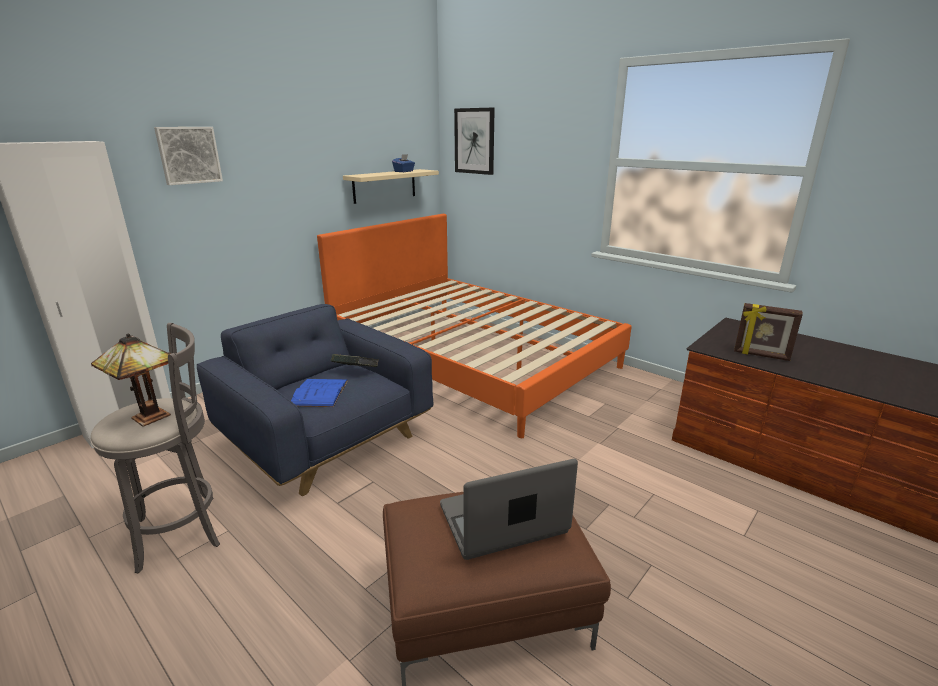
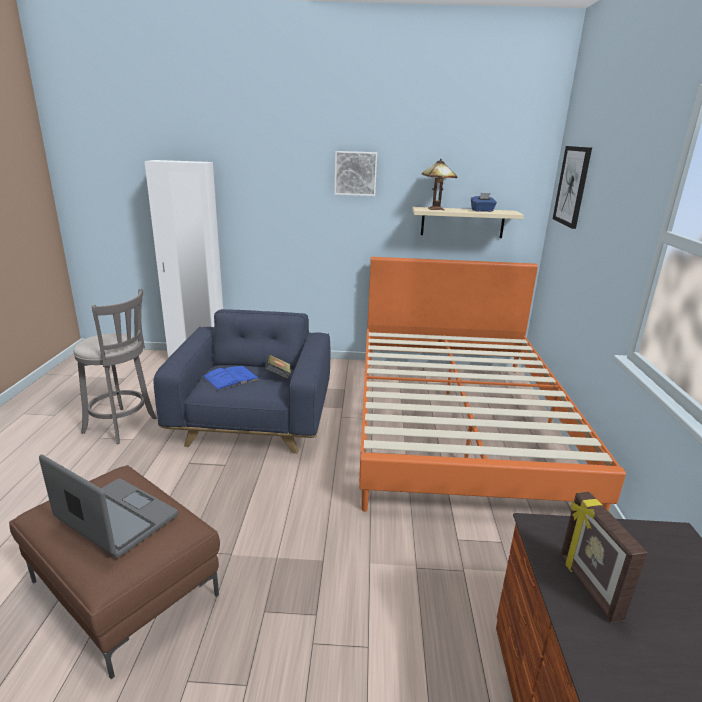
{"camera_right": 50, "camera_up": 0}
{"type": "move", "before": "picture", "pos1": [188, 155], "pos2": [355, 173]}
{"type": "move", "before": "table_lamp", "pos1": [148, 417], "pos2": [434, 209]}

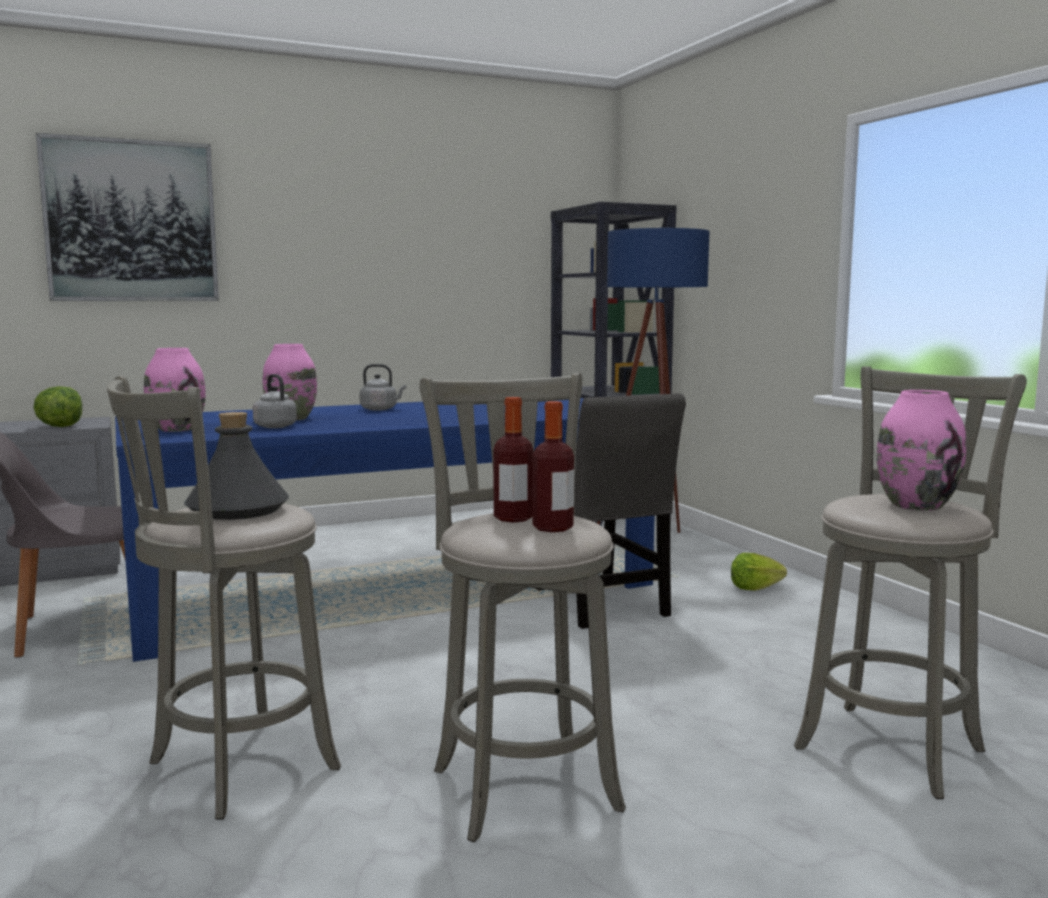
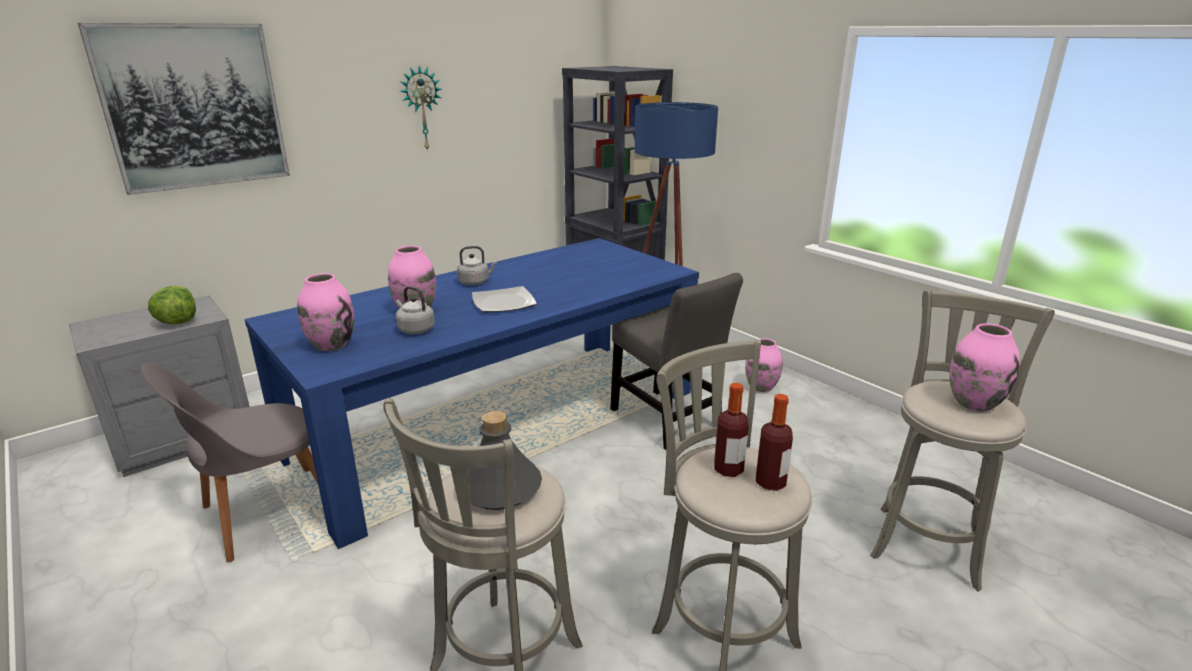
{"camera_right": -15, "camera_up": 15}
{"type": "insert", "after": "wall_clock", "pos2": [421, 109]}
{"type": "insert", "after": "plate", "pos2": [503, 302]}
{"type": "replace", "before": "lettuce", "after": "pink_vase", "pos1": [754, 588], "pos2": [760, 387]}

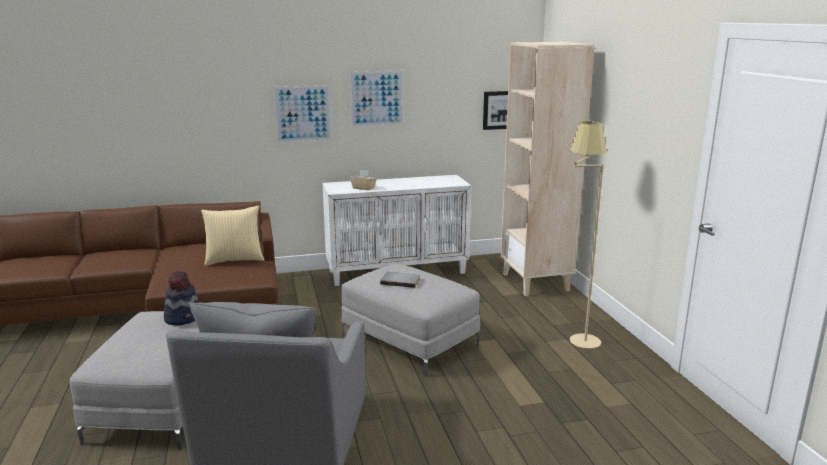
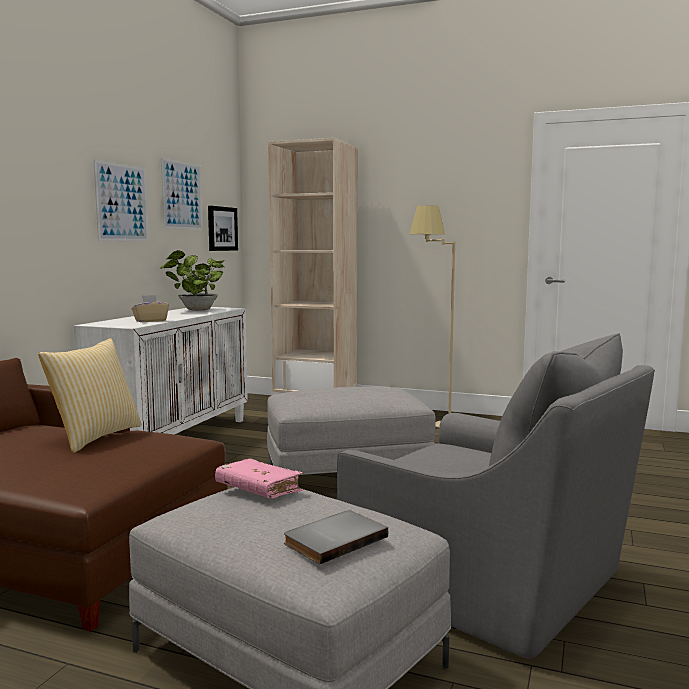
{"camera_right": -55, "camera_up": -10}
{"type": "insert", "after": "potted_plant", "pos2": [196, 310]}
{"type": "move", "before": "picture", "pos1": [303, 114], "pos2": [182, 195]}
{"type": "replace", "before": "hat", "after": "pink_book", "pos1": [184, 317], "pos2": [258, 489]}
{"type": "move", "before": "grey_book", "pos1": [401, 281], "pos2": [333, 539]}

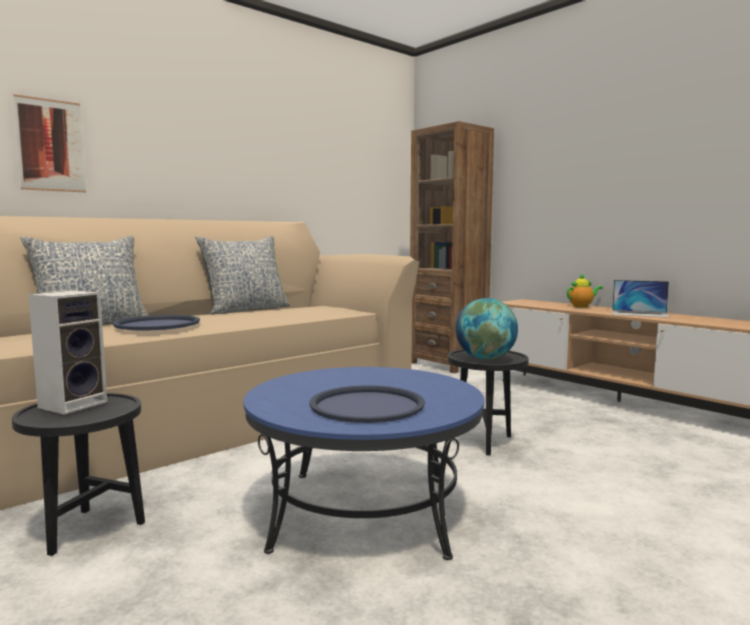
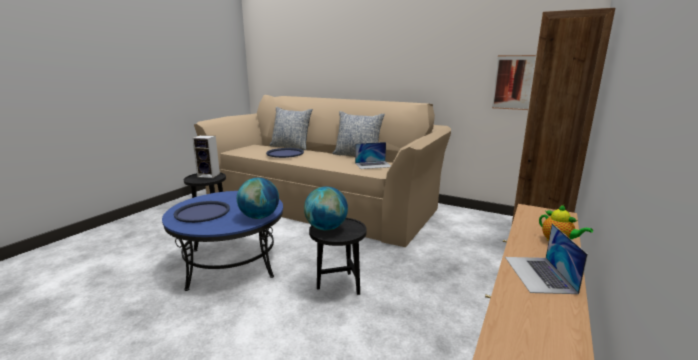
{"camera_right": 70, "camera_up": 10}
{"type": "insert", "after": "globe", "pos2": [259, 217]}
{"type": "insert", "after": "laptop", "pos2": [373, 165]}
{"type": "move", "before": "picture", "pos1": [50, 145], "pos2": [512, 82]}

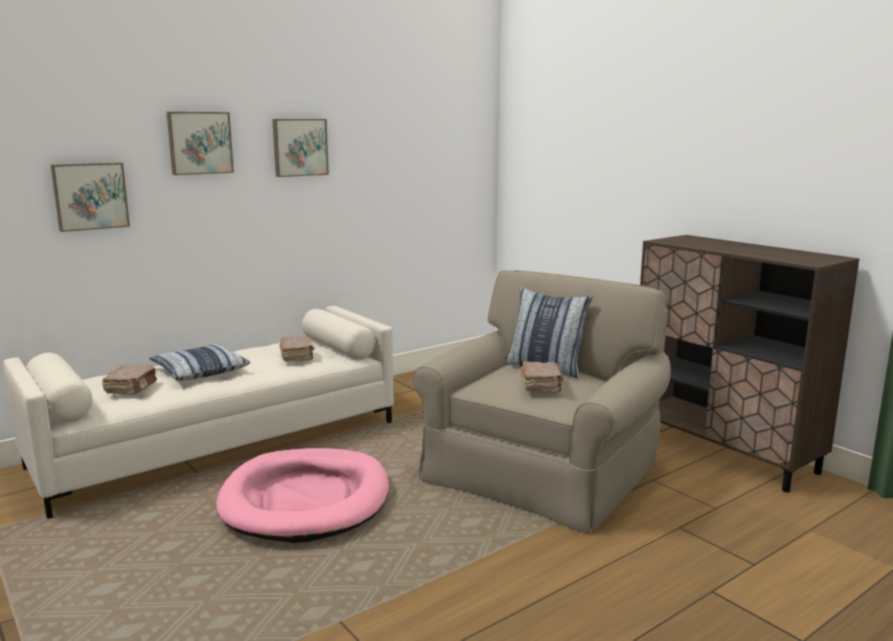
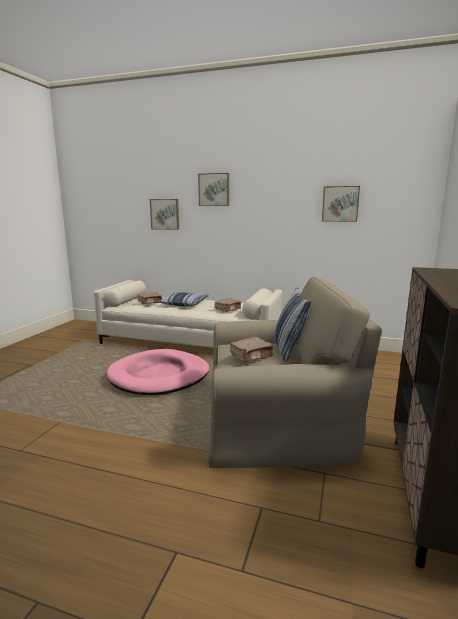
{"camera_right": 55, "camera_up": 0}
{"type": "move", "before": "picture", "pos1": [299, 147], "pos2": [340, 204]}

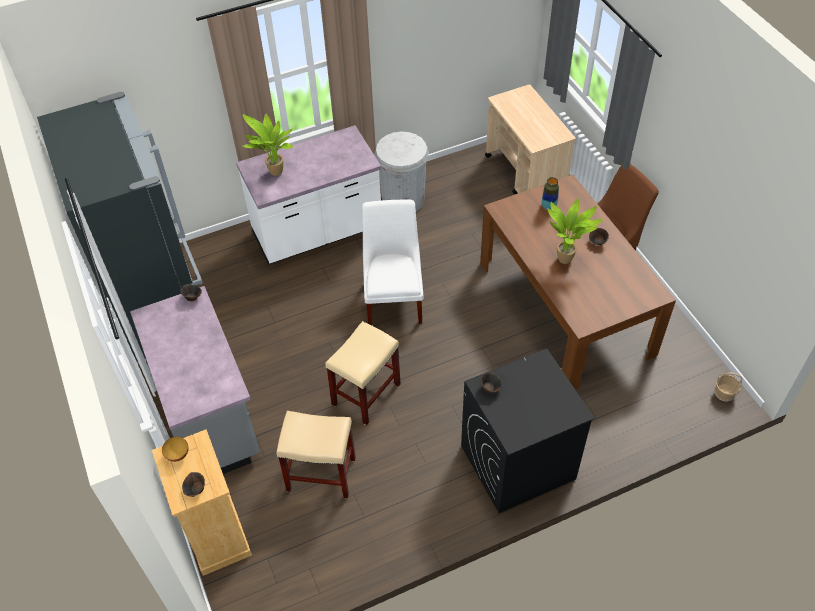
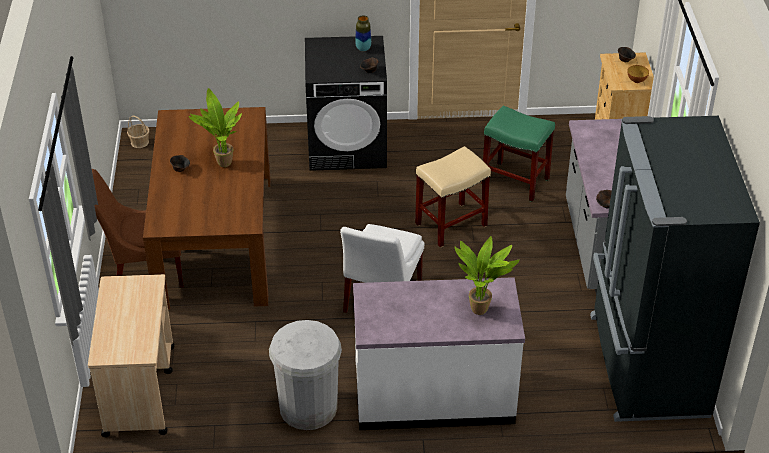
{"camera_right": -160, "camera_up": -10}
{"type": "move", "before": "vase", "pos1": [548, 206], "pos2": [363, 48]}
{"type": "recolor", "before": "beige_stool", "after": "green_stool", "pos1": [320, 474], "pos2": [516, 181]}

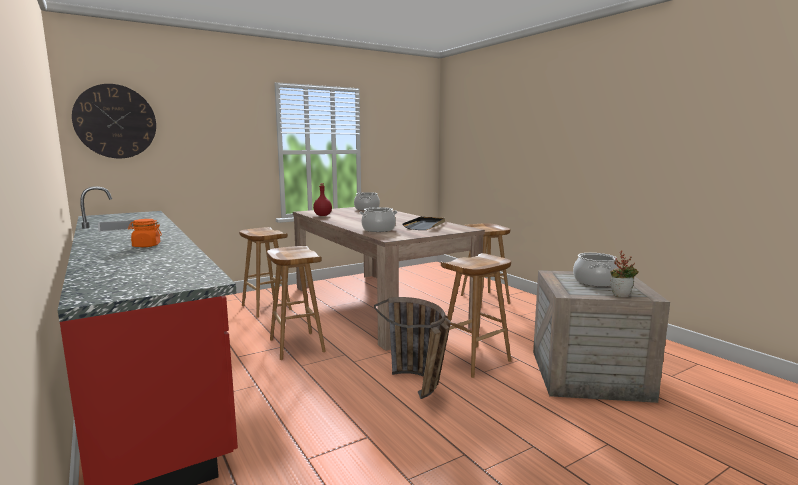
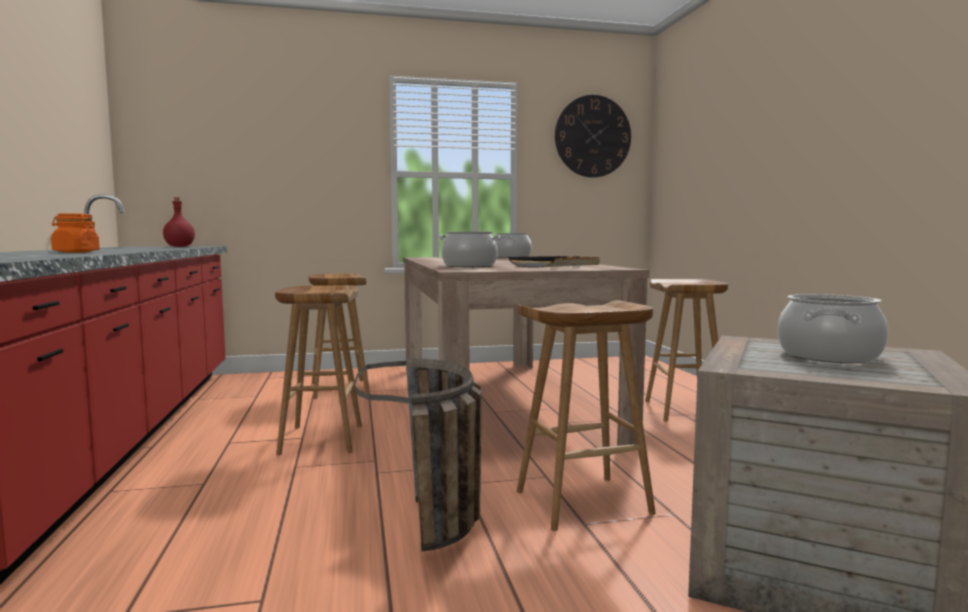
{"camera_right": 20, "camera_up": -5}
{"type": "move", "before": "red_bottle", "pos1": [322, 215], "pos2": [179, 246]}
{"type": "move", "before": "wall_clock", "pos1": [115, 121], "pos2": [592, 136]}
{"type": "delete", "before": "potted_plant", "pos1": [621, 295]}

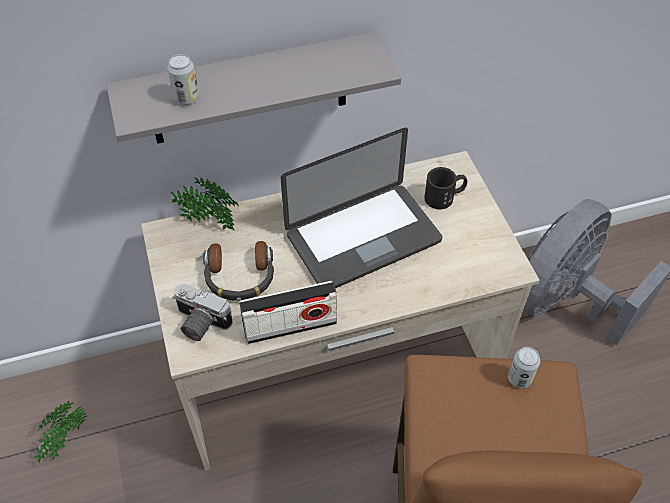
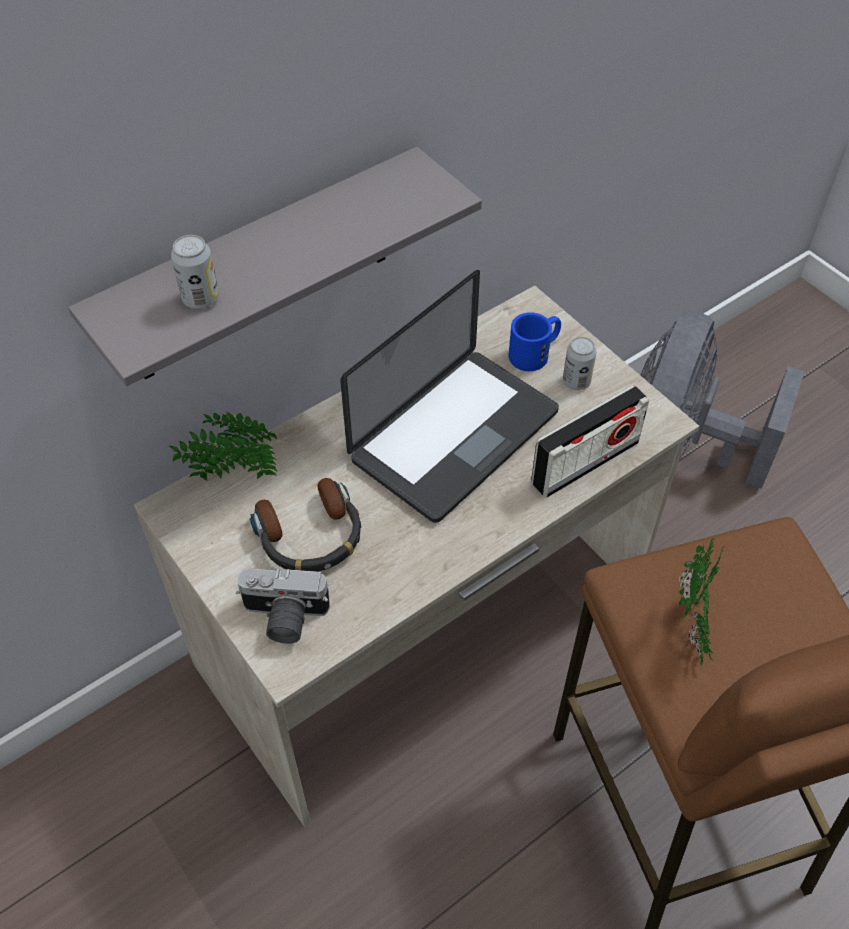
{"camera_right": -20, "camera_up": 0}
{"type": "recolor", "before": "black_mug", "after": "blue_mug", "pos1": [444, 197], "pos2": [535, 352]}
{"type": "move", "before": "radio", "pos1": [290, 326], "pos2": [585, 462]}
{"type": "move", "before": "can", "pos1": [519, 378], "pos2": [576, 381]}
{"type": "move", "before": "potted_plant", "pos1": [64, 441], "pos2": [691, 627]}

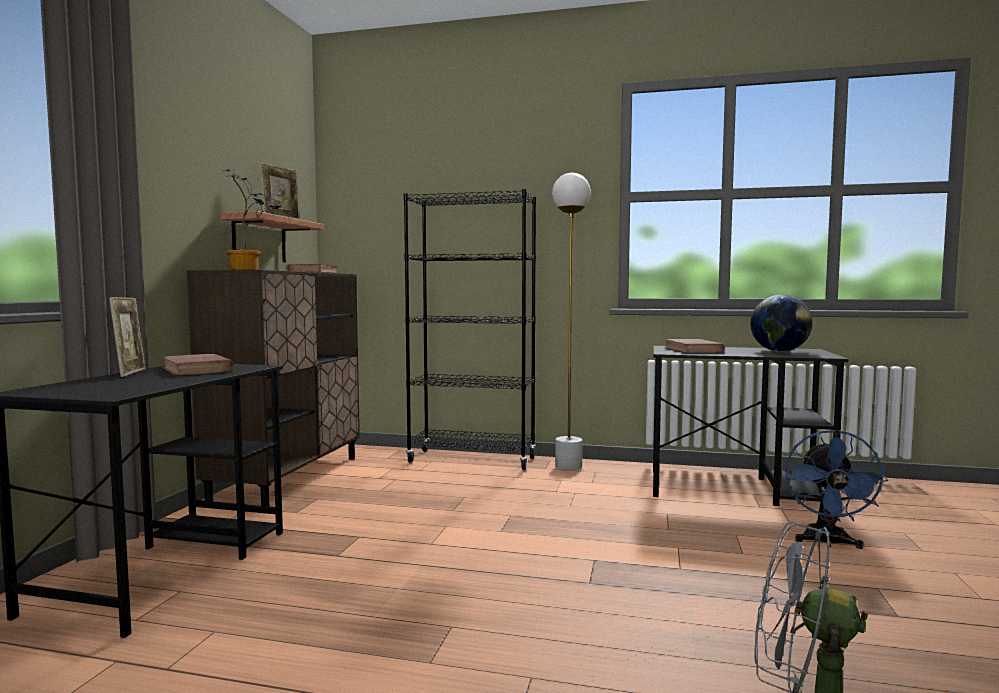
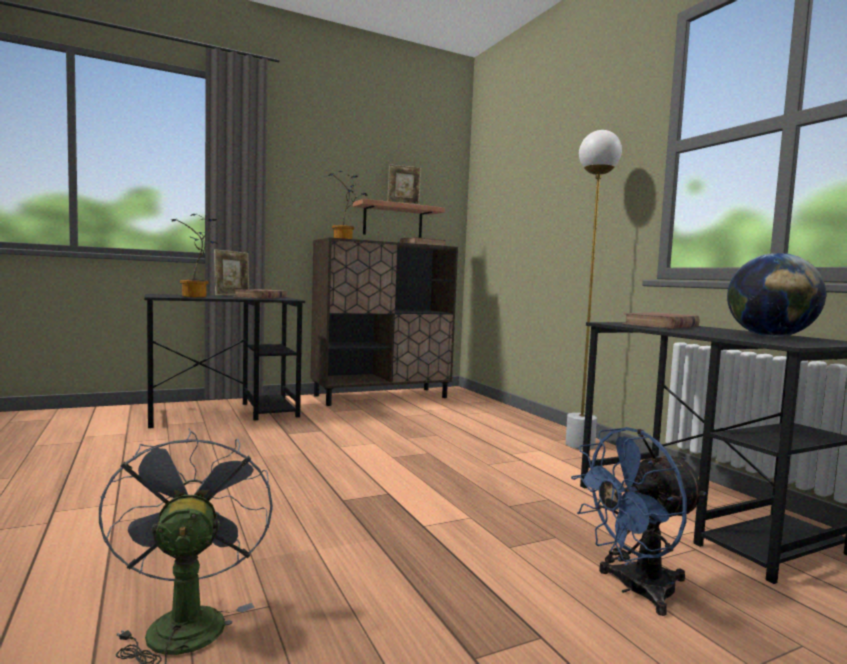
{"camera_right": 50, "camera_up": 0}
{"type": "insert", "after": "potted_plant", "pos2": [196, 296]}
{"type": "delete", "before": "black_bookcase", "pos1": [472, 460]}

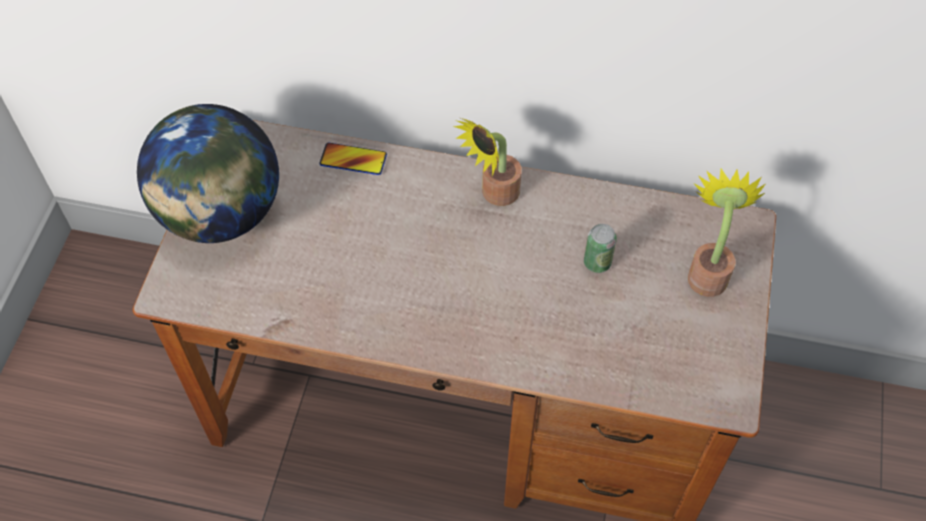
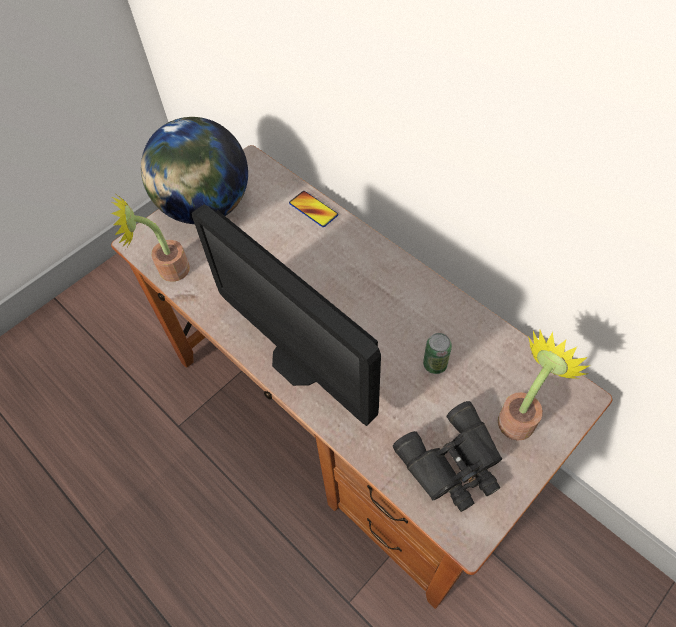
{"camera_right": 35, "camera_up": 0}
{"type": "move", "before": "potted_plant", "pos1": [494, 195], "pos2": [167, 270]}
{"type": "insert", "after": "monitor", "pos2": [300, 360]}
{"type": "insert", "after": "black_binoculars", "pos2": [454, 464]}

